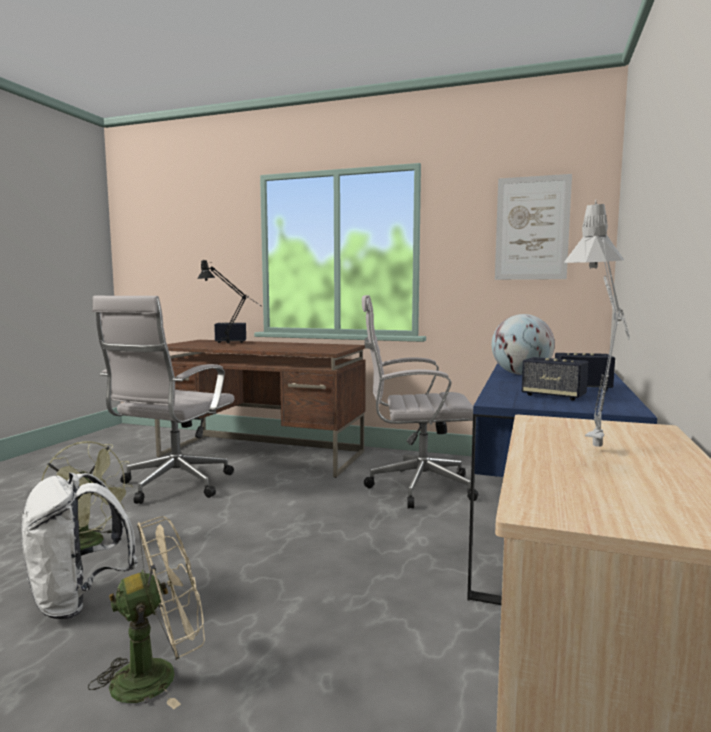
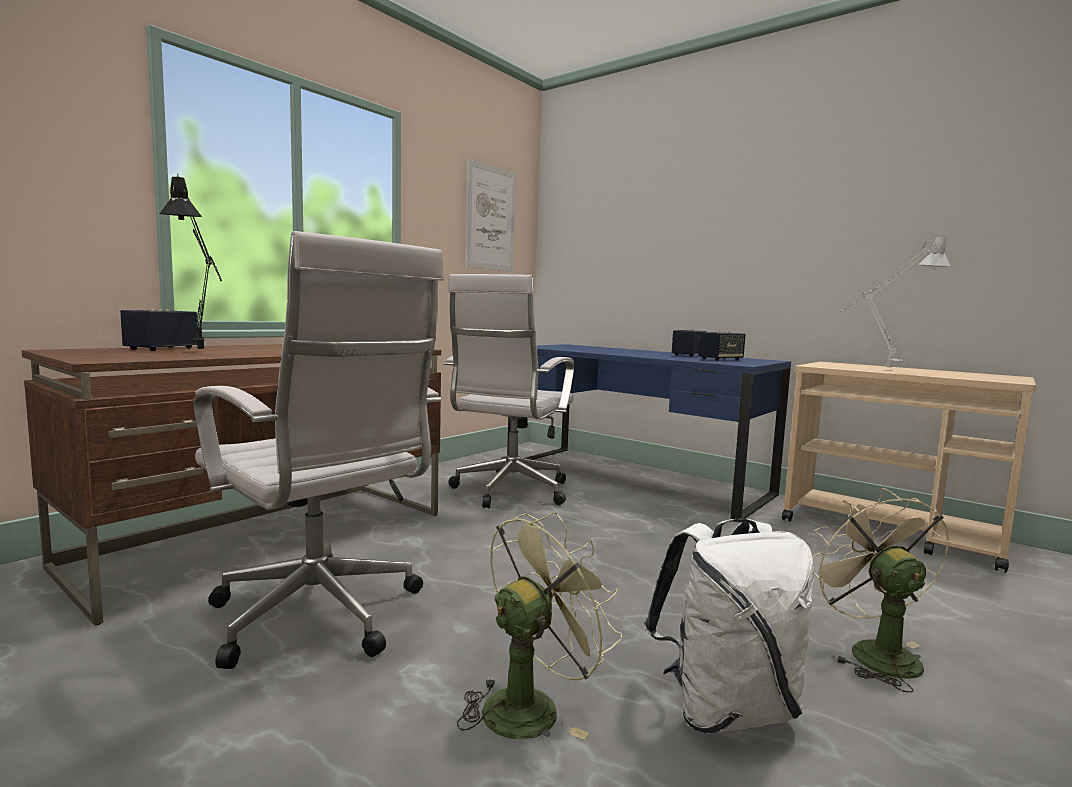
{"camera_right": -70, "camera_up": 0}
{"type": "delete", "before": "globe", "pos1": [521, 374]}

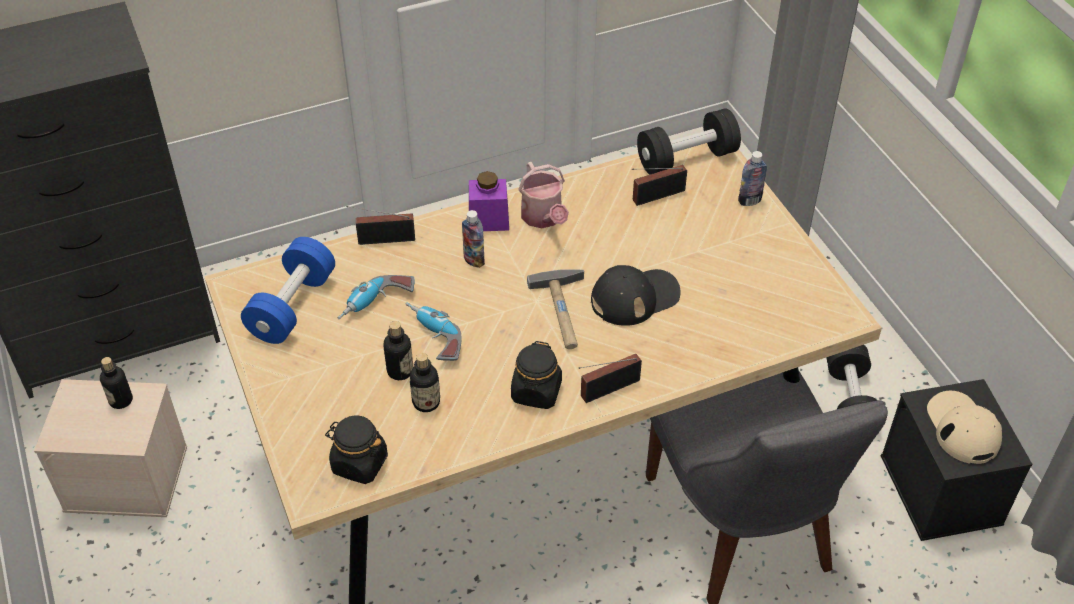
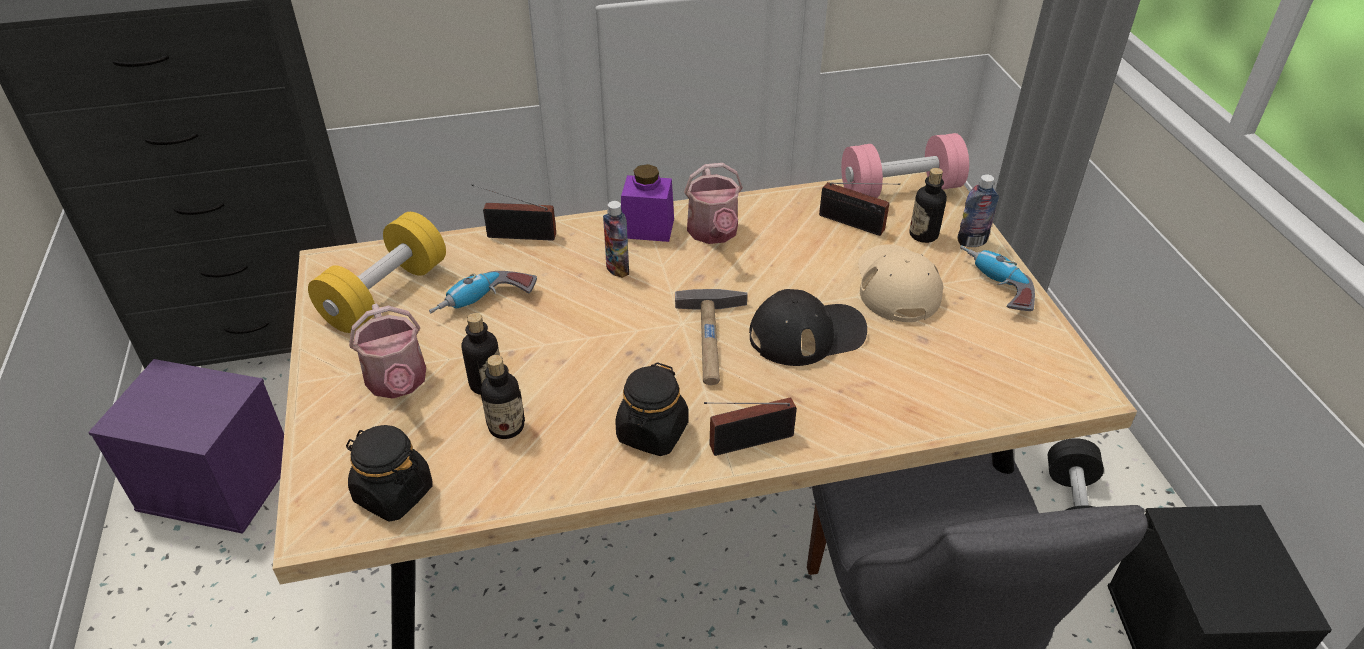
{"camera_right": 10, "camera_up": -5}
{"type": "recolor", "before": "beige_storage_box", "after": "purple_storage_box", "pos1": [128, 477], "pos2": [219, 482]}
{"type": "recolor", "before": "blue_dumbbell", "after": "yellow_dumbbell", "pos1": [292, 306], "pos2": [385, 294]}
{"type": "insert", "after": "watering_can", "pos2": [398, 383]}
{"type": "rotate", "before": "radio", "pos1": [655, 196], "pos2": [855, 224], "turn": -135}
{"type": "recolor", "before": "black_dumbbell", "after": "pink_dumbbell", "pos1": [686, 158], "pos2": [900, 190]}
{"type": "move", "before": "beige_cap", "pos1": [962, 428], "pos2": [896, 285]}
{"type": "move", "before": "bottle", "pos1": [121, 400], "pos2": [923, 235]}
{"type": "move", "before": "power_drill", "pos1": [433, 337], "pos2": [993, 287]}

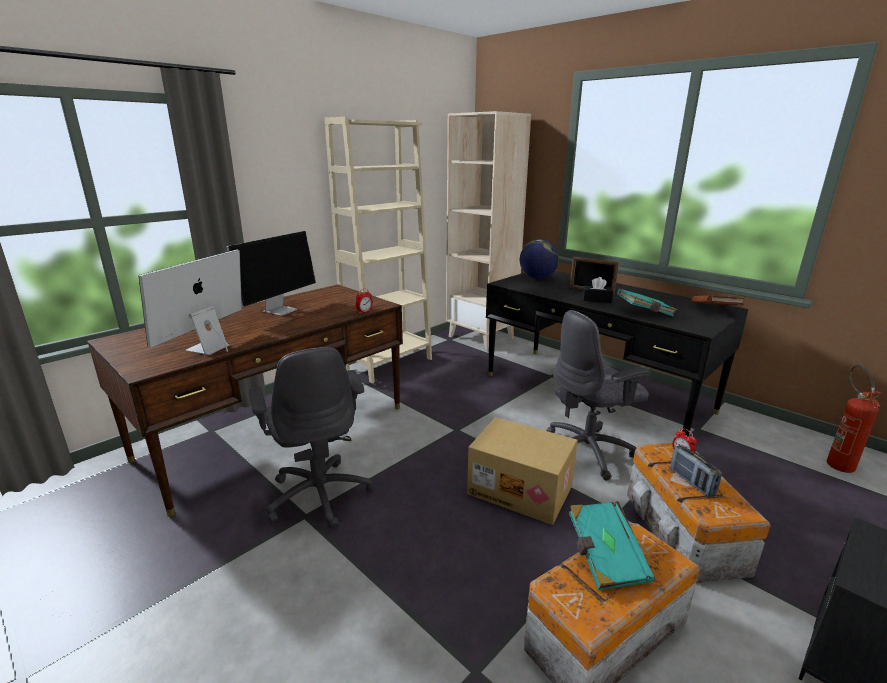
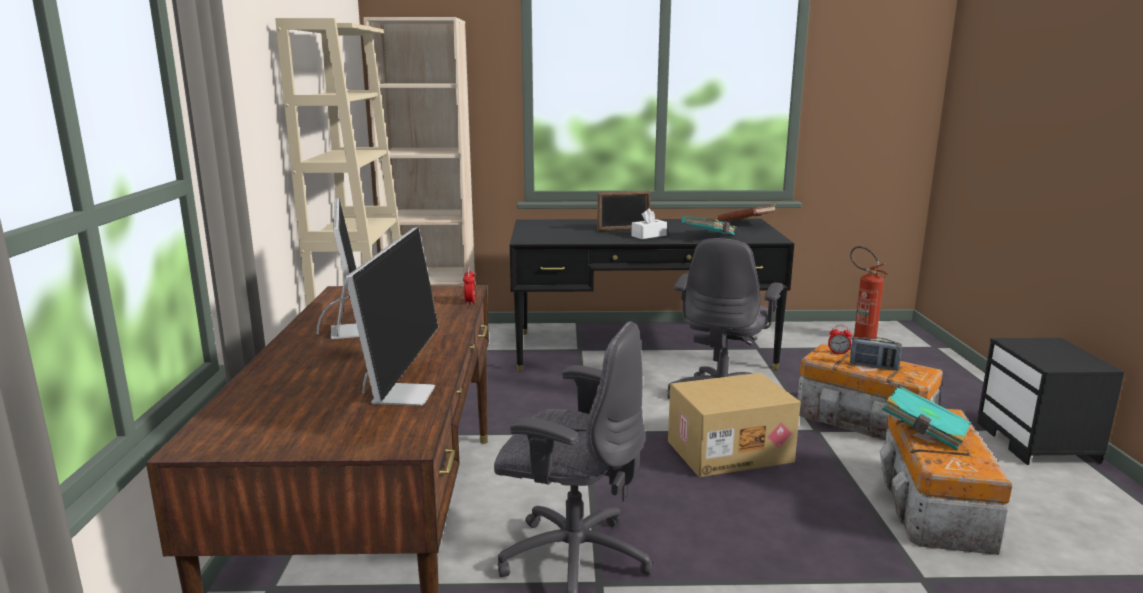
{"camera_right": -45, "camera_up": -5}
{"type": "rotate", "before": "monitor", "pos1": [207, 348], "pos2": [403, 394], "turn": -150}
{"type": "recolor", "before": "black_tissue_box", "after": "white_tissue_box", "pos1": [597, 300], "pos2": [649, 235]}
{"type": "delete", "before": "globe", "pos1": [537, 278]}

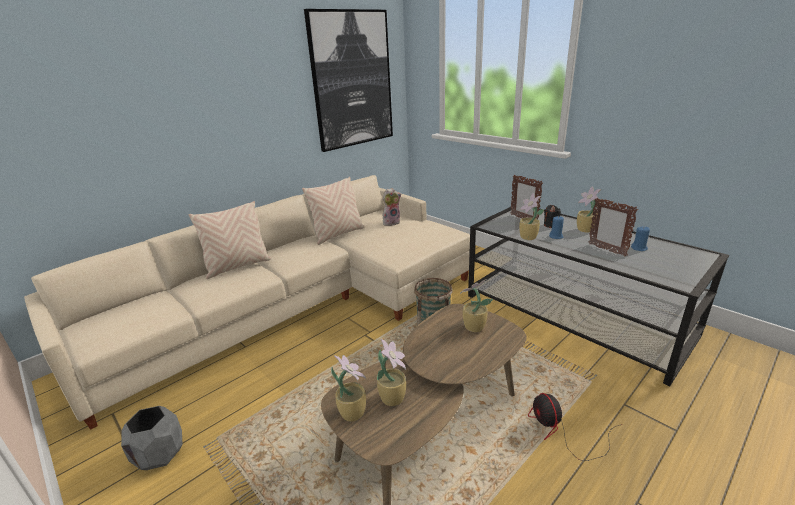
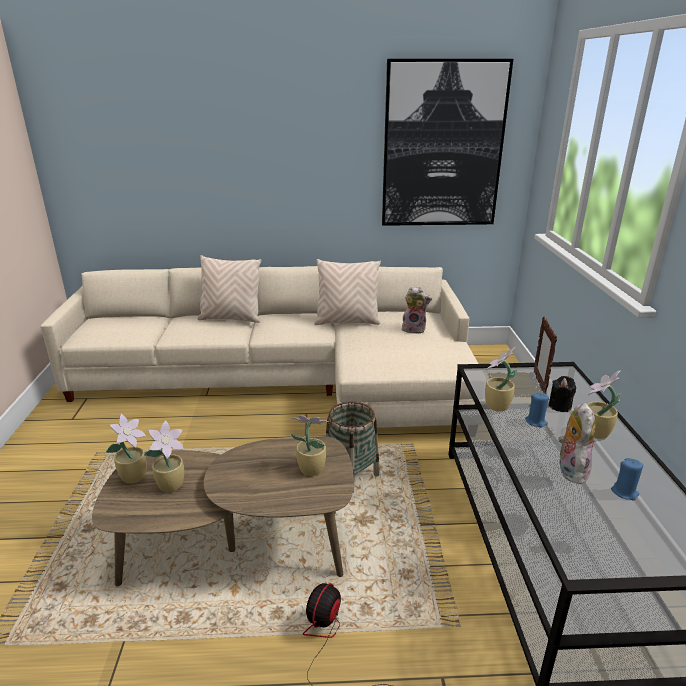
{"camera_right": 40, "camera_up": 0}
{"type": "replace", "before": "picture_frame", "after": "plush_toy", "pos1": [606, 250], "pos2": [569, 469]}
{"type": "delete", "before": "grey_planter", "pos1": [159, 454]}

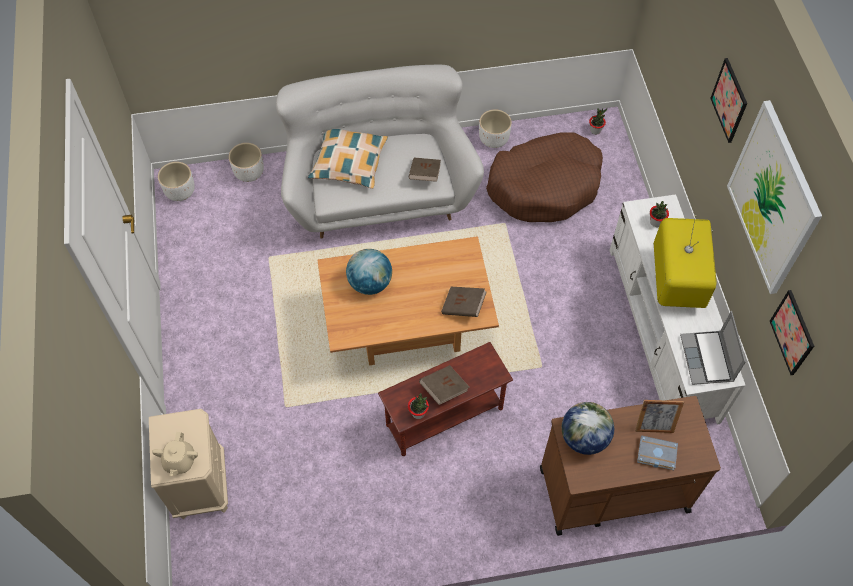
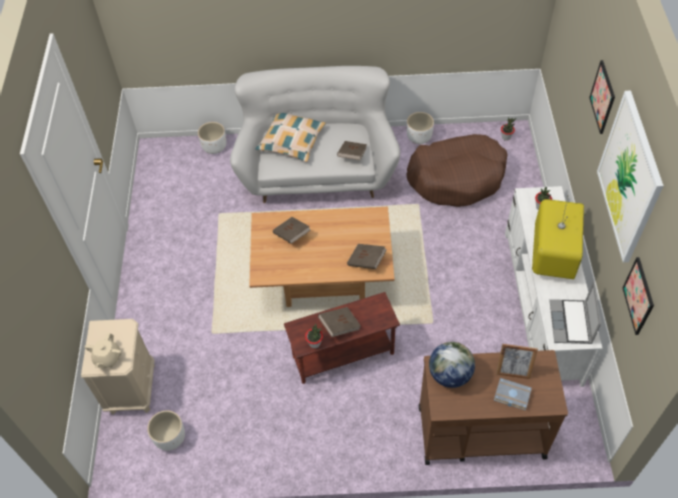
{"camera_right": 10, "camera_up": -5}
{"type": "move", "before": "white_planter", "pos1": [180, 192], "pos2": [170, 438]}
{"type": "replace", "before": "globe", "after": "brown_book", "pos1": [370, 283], "pos2": [292, 235]}

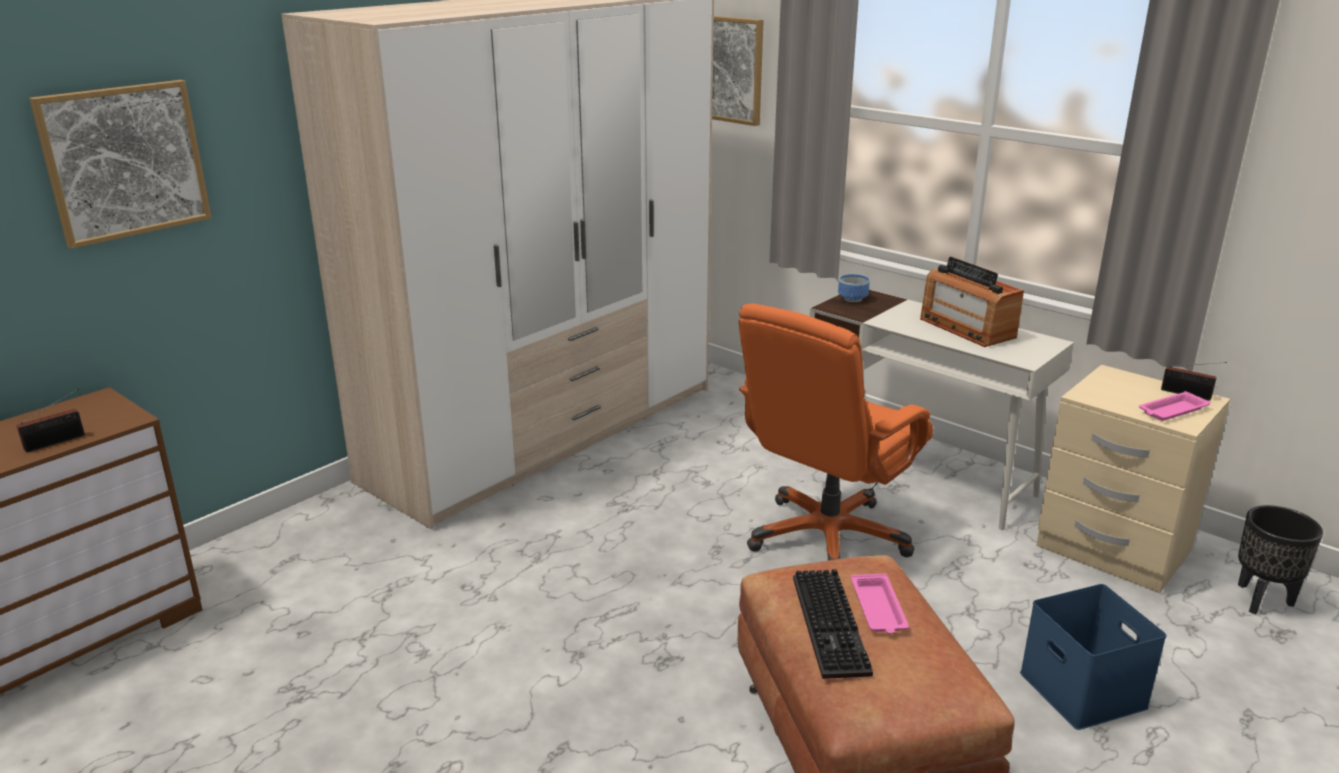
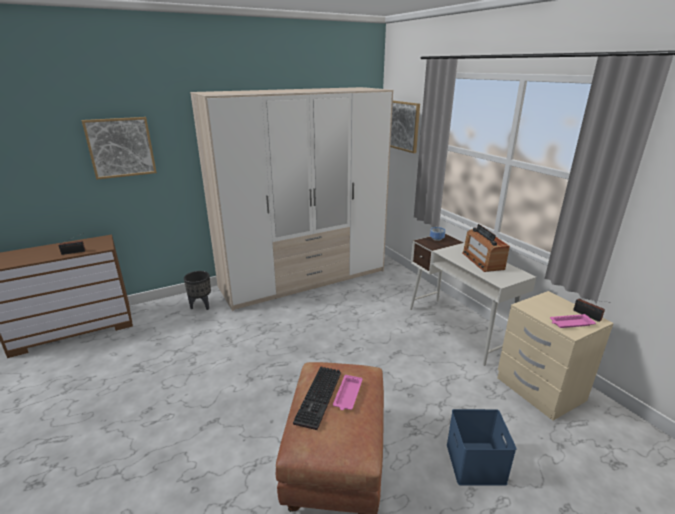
{"camera_right": 20, "camera_up": 0}
{"type": "move", "before": "black_planter", "pos1": [1261, 600], "pos2": [201, 306]}
{"type": "delete", "before": "orange_office_chair", "pos1": [827, 539]}

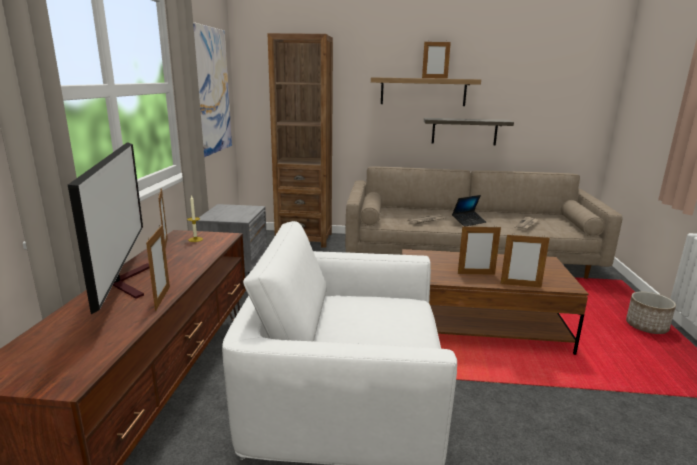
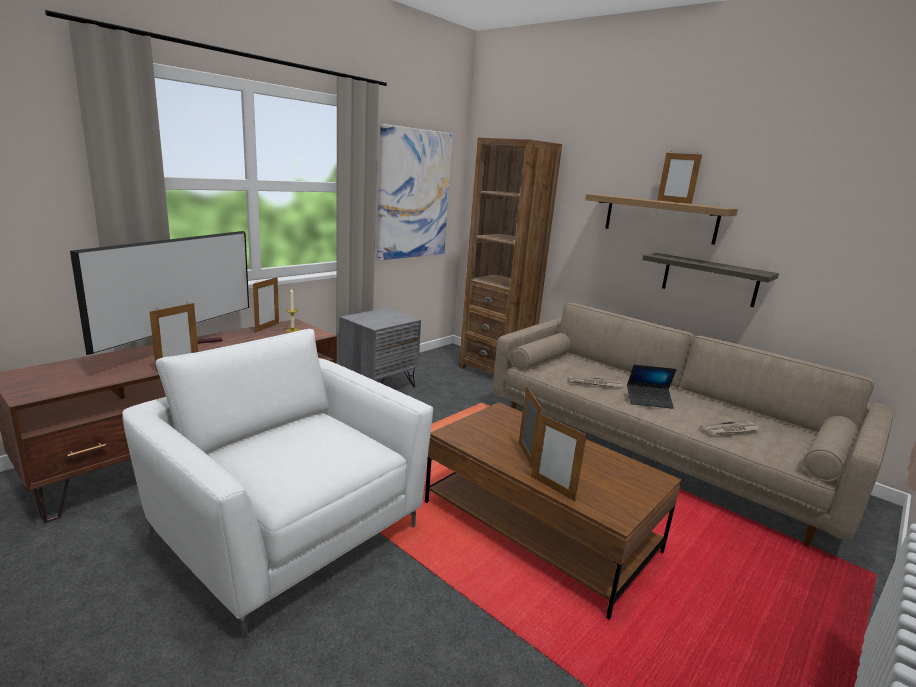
{"camera_right": 35, "camera_up": 0}
{"type": "rotate", "before": "picture_frame", "pos1": [476, 274], "pos2": [525, 455], "turn": -135}
{"type": "delete", "before": "planter", "pos1": [646, 327]}

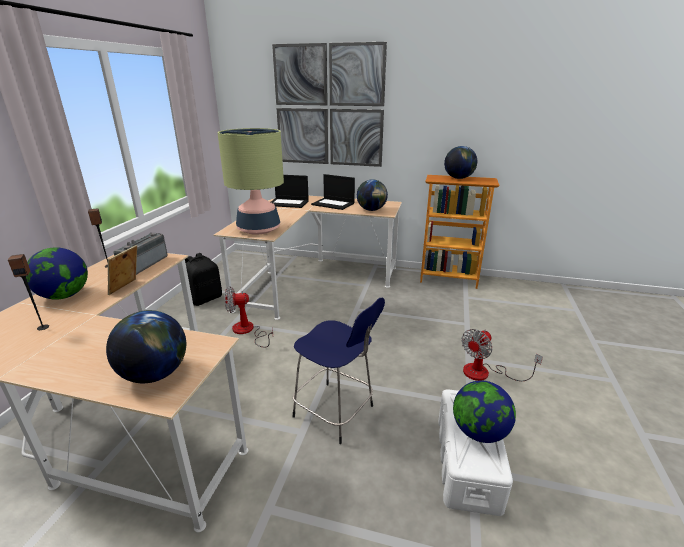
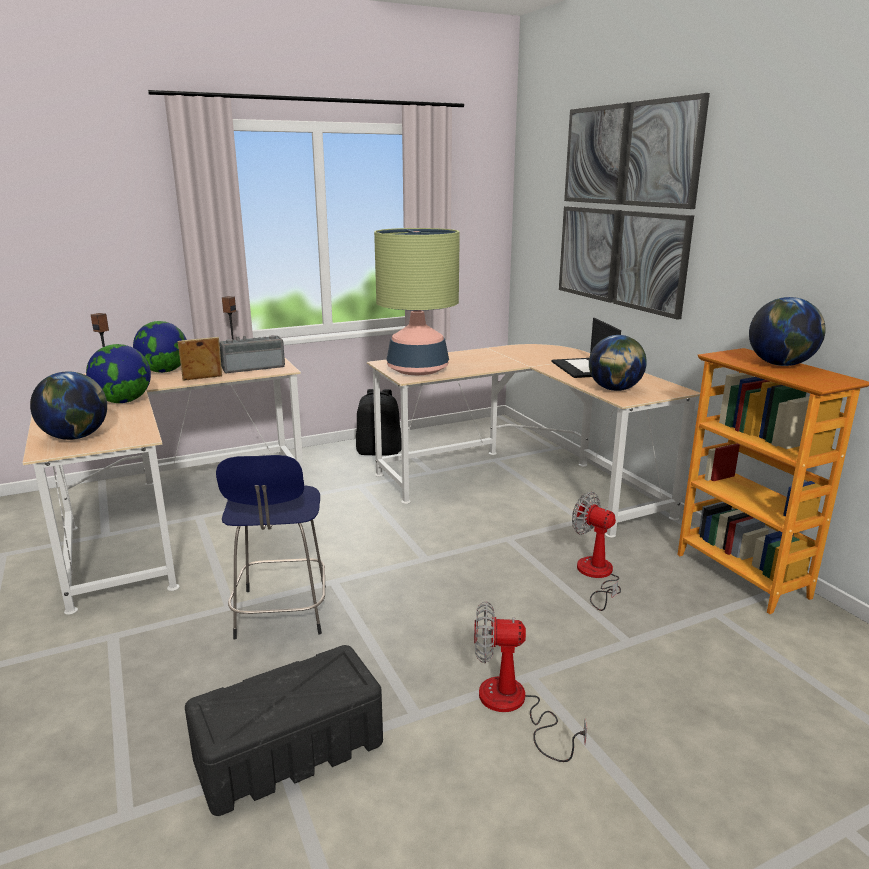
{"camera_right": 50, "camera_up": -5}
{"type": "move", "before": "globe", "pos1": [479, 432], "pos2": [123, 401]}
{"type": "recolor", "before": "white_storage_box", "after": "black_storage_box", "pos1": [467, 462], "pos2": [288, 752]}
{"type": "move", "before": "fan", "pos1": [247, 331], "pos2": [596, 576]}
{"type": "delete", "before": "laptop", "pos1": [289, 203]}

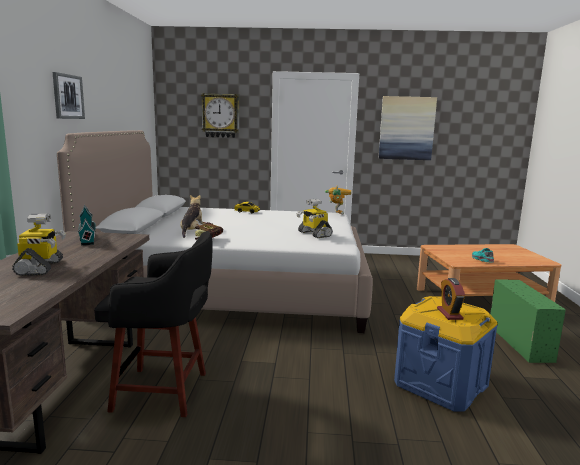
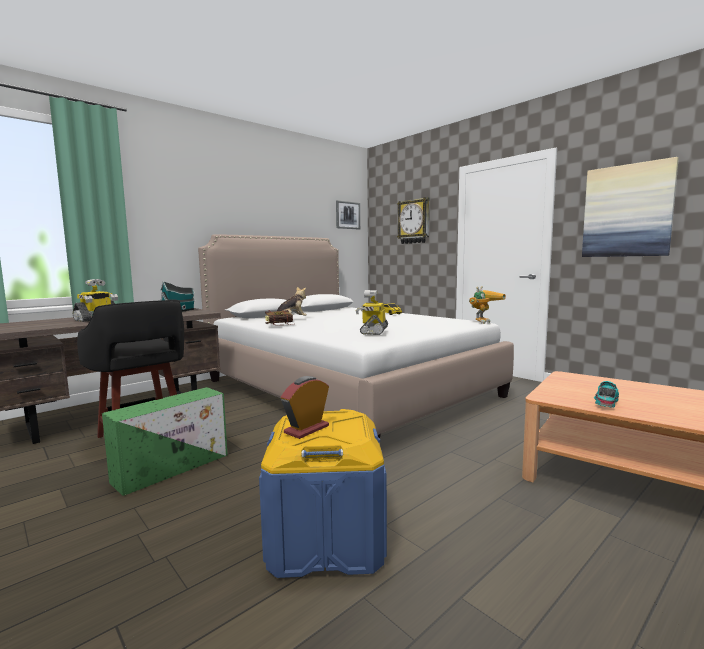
{"camera_right": 45, "camera_up": -5}
{"type": "move", "before": "green_storage_box", "pos1": [519, 341], "pos2": [173, 467]}
{"type": "move", "before": "picture", "pos1": [68, 96], "pos2": [347, 215]}

